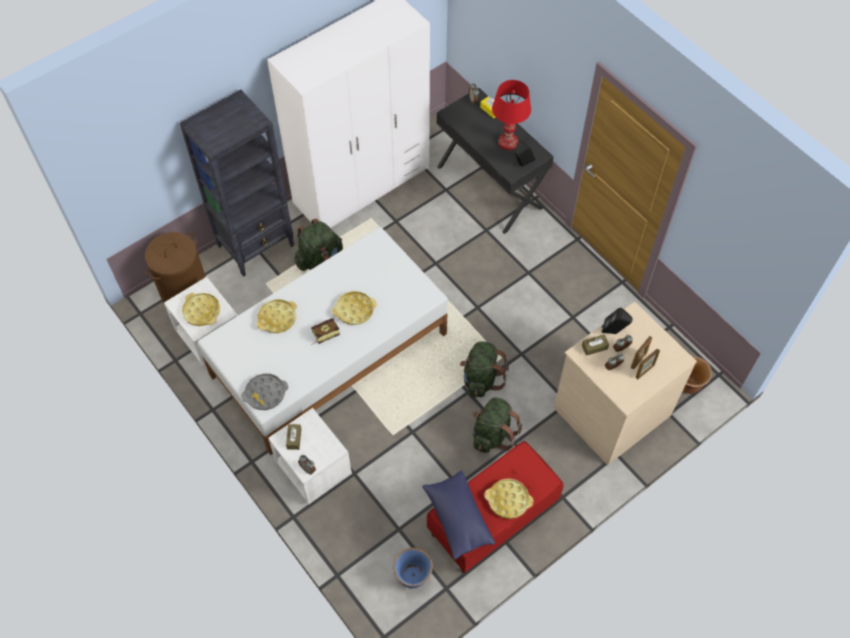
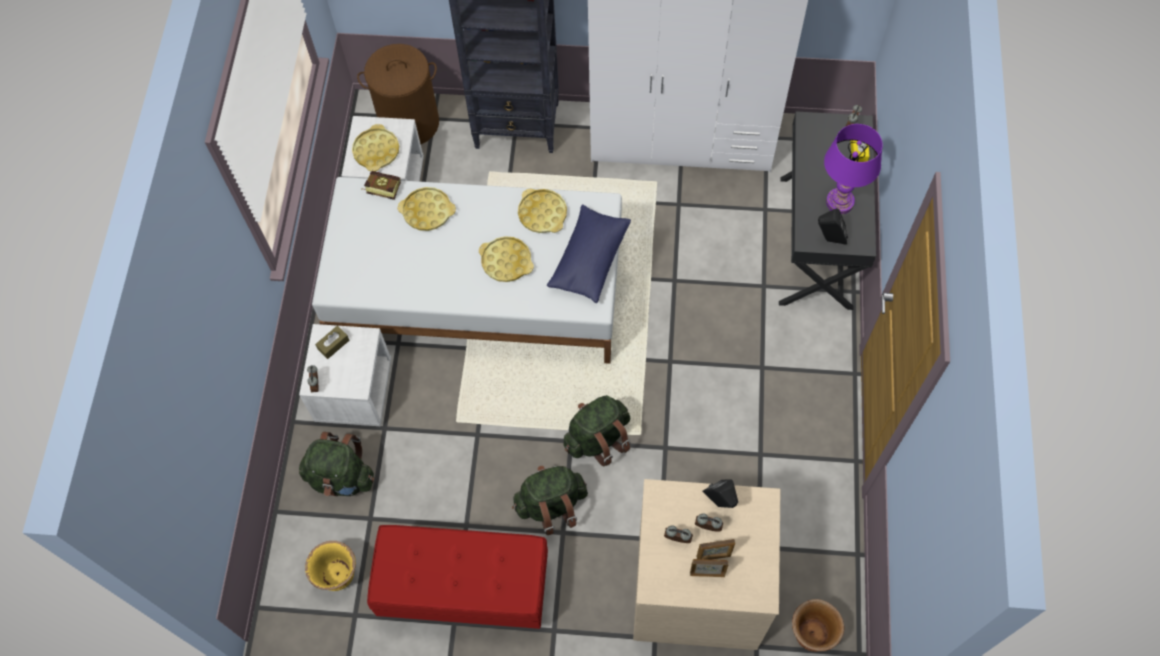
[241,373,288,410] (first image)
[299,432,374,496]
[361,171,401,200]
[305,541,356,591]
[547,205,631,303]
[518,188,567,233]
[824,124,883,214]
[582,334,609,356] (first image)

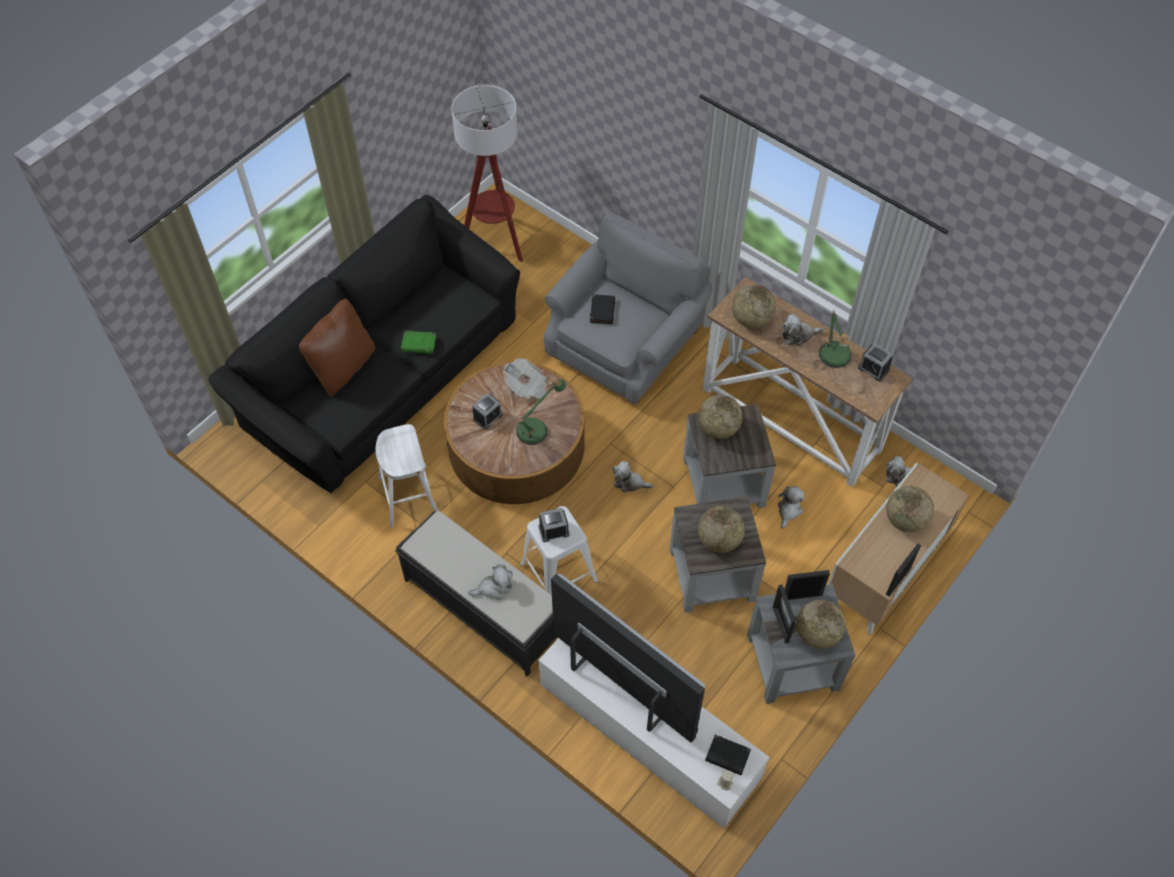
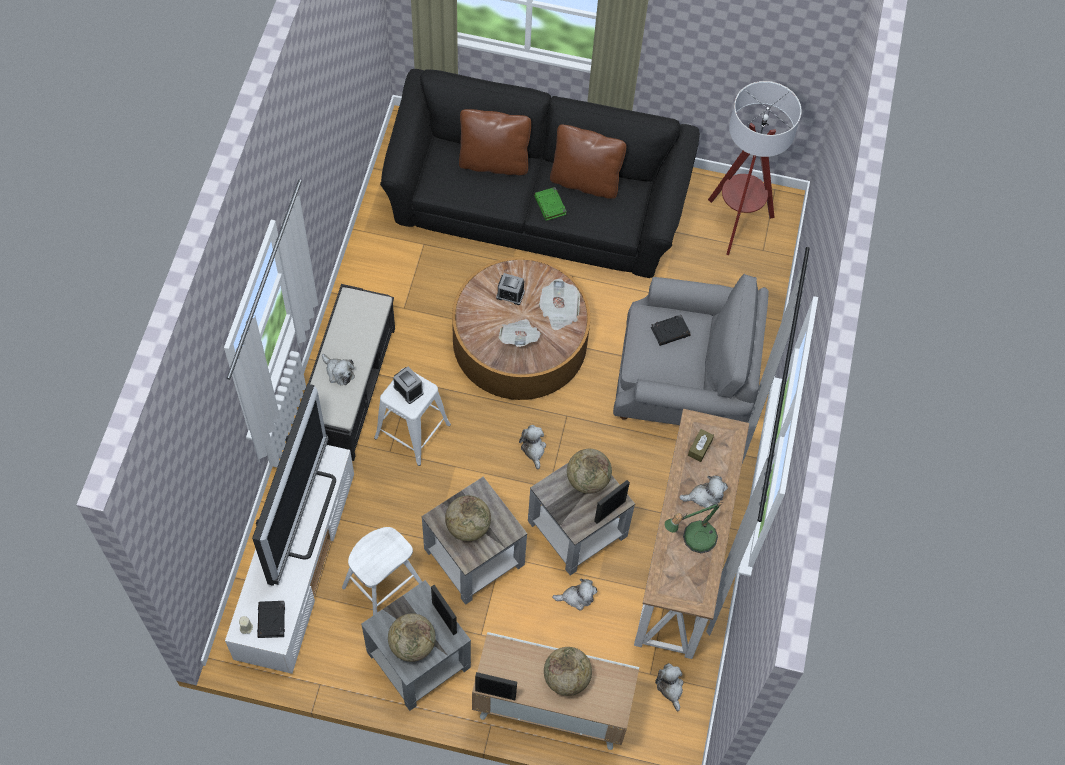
[342,527,422,615]
[498,319,541,347]
[688,429,714,462]
[594,480,630,524]
[679,475,728,510]
[858,343,893,381] (first image)
[550,125,626,199]

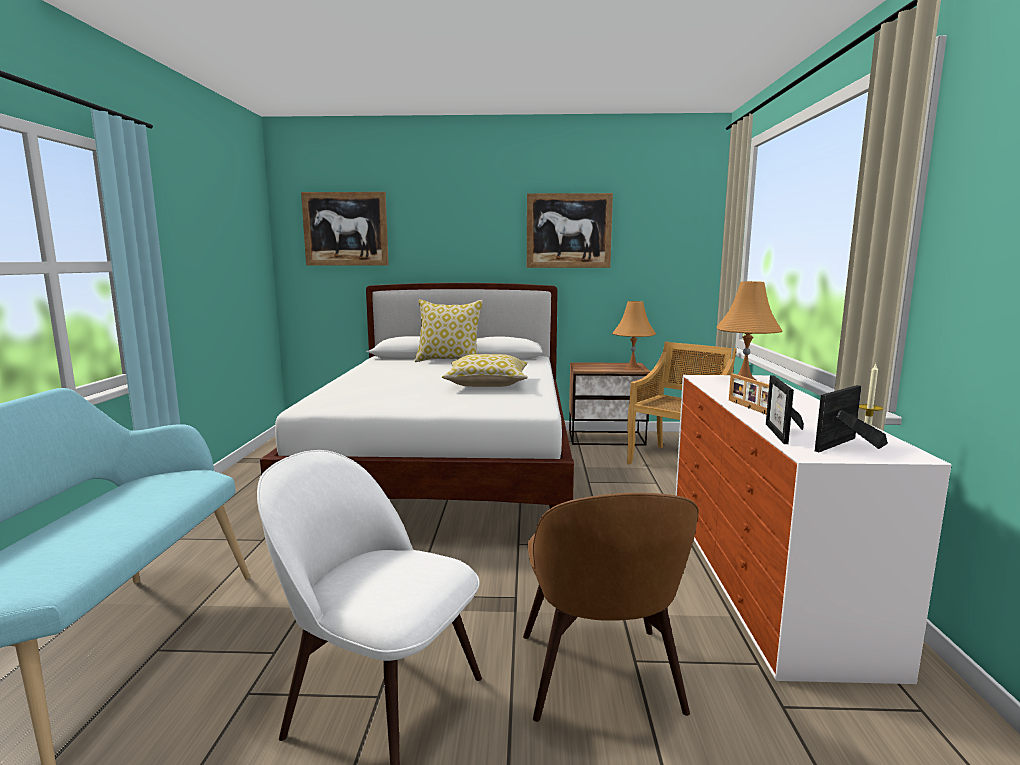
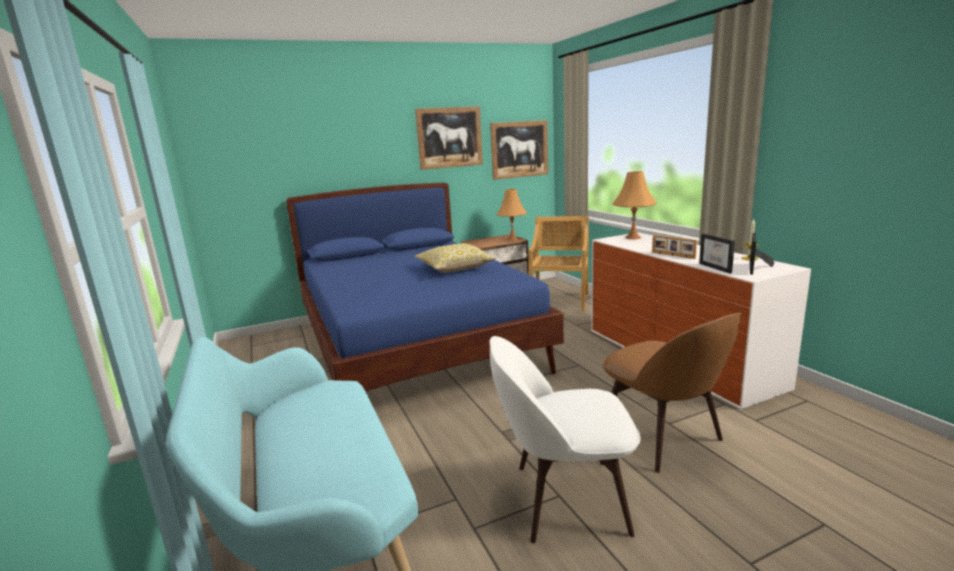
[286,183,564,391]
[490,120,548,180]
[415,299,483,362] (first image)

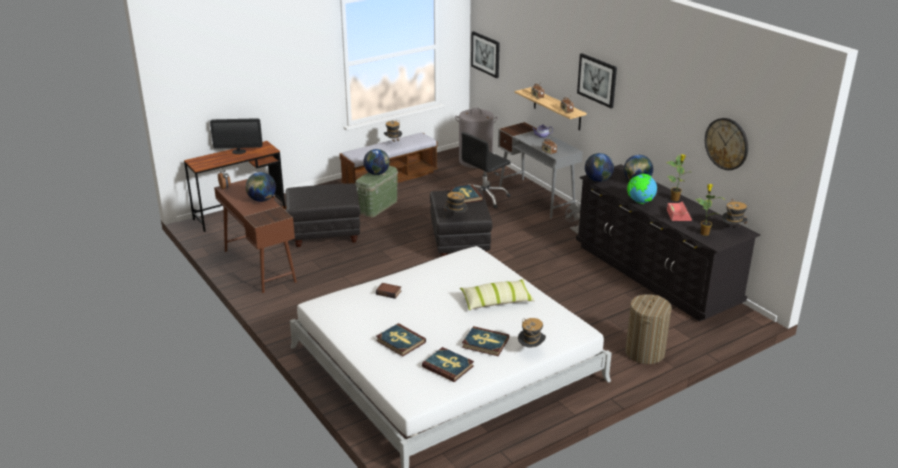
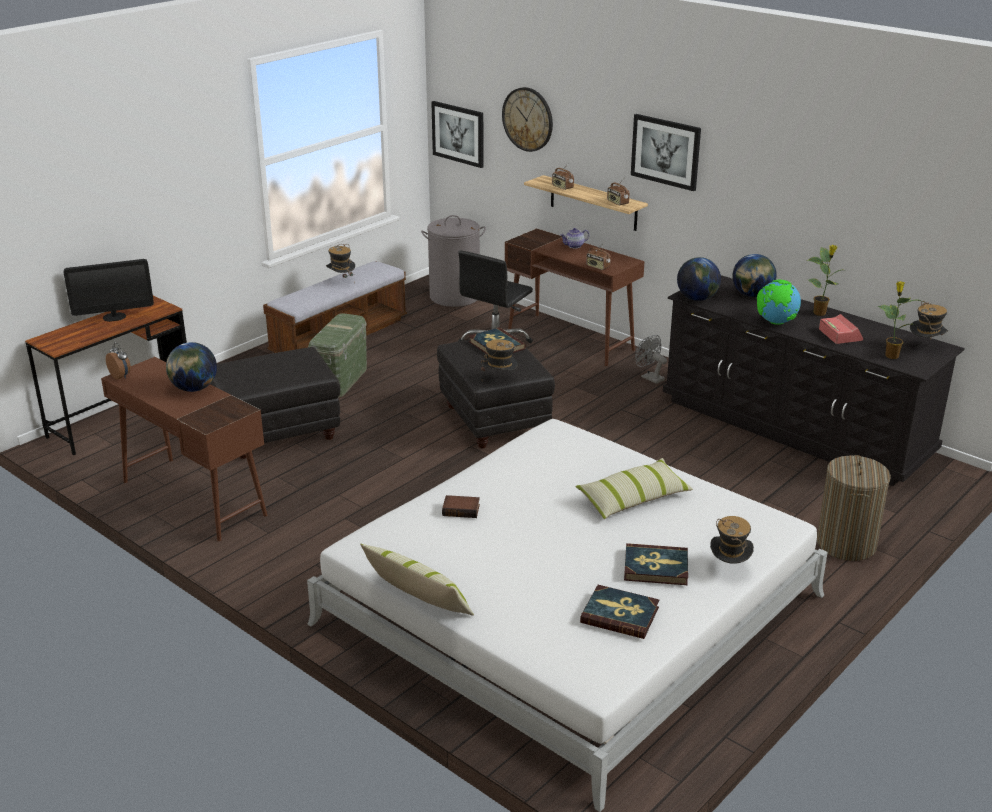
[363,149,390,175] (first image)
[376,323,426,356] (first image)
[505,228,645,366]
[502,87,553,152]
[360,544,474,616]

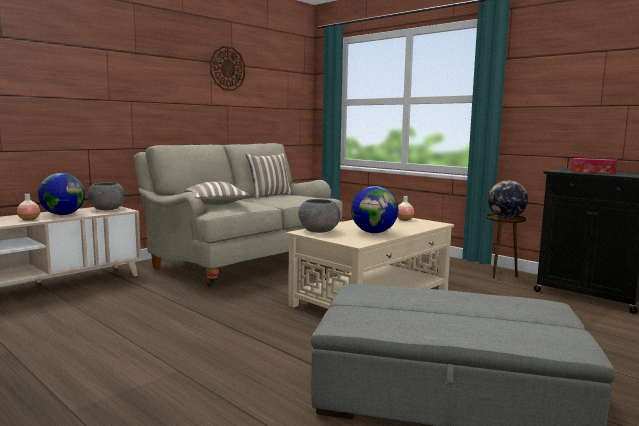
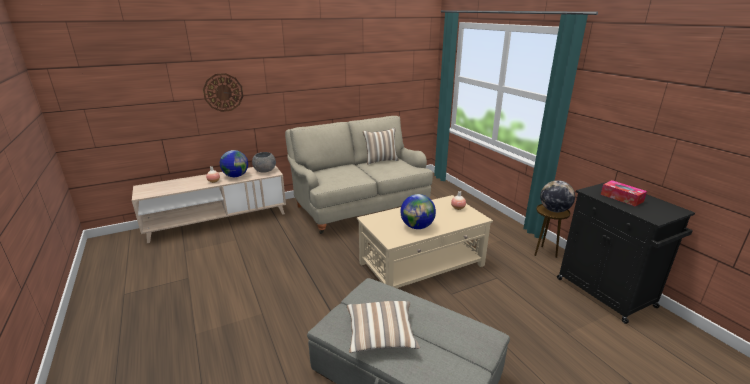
[347,301,420,353]
[203,73,243,112]
[298,199,340,233] (first image)

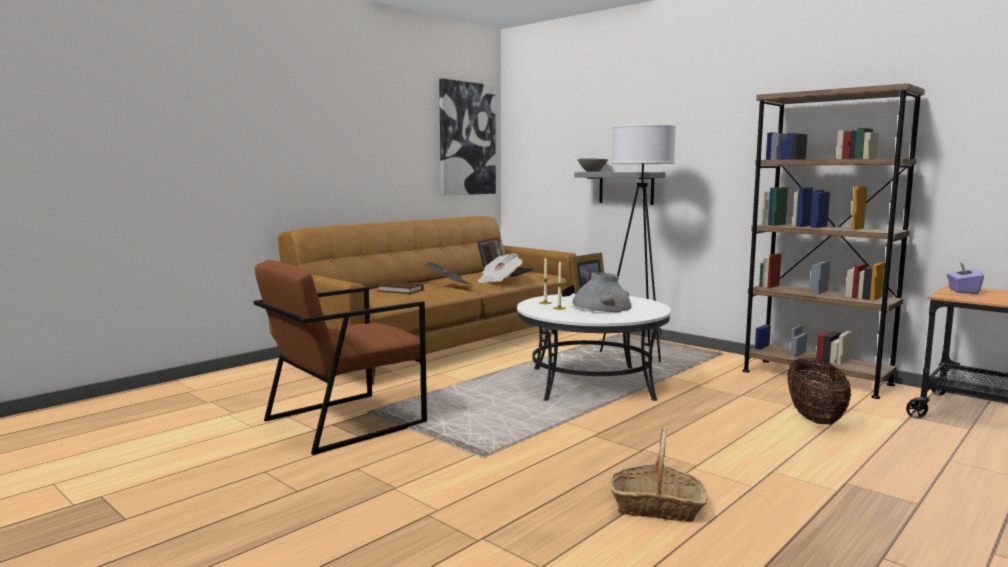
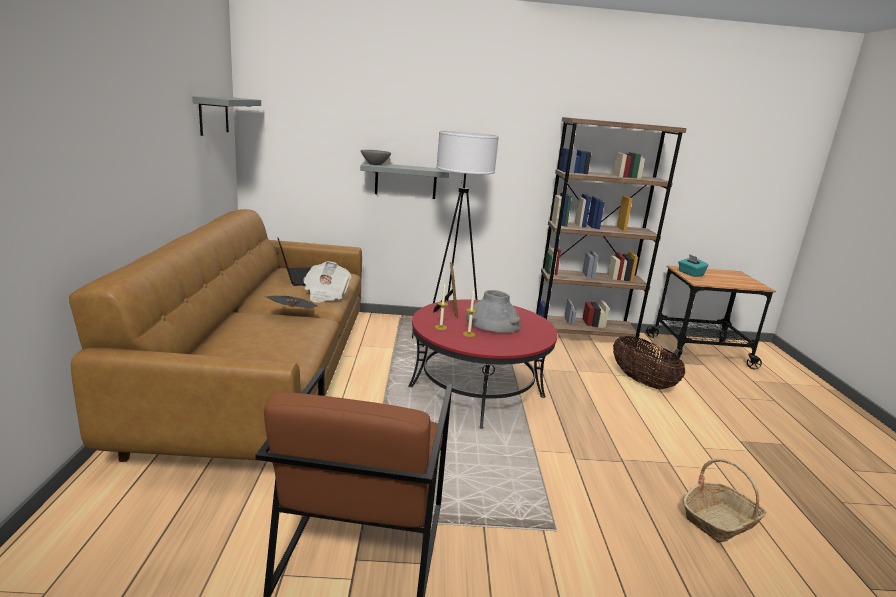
[377,282,424,294] (first image)
[192,96,261,136]
[408,299,558,429]
[678,254,709,277]

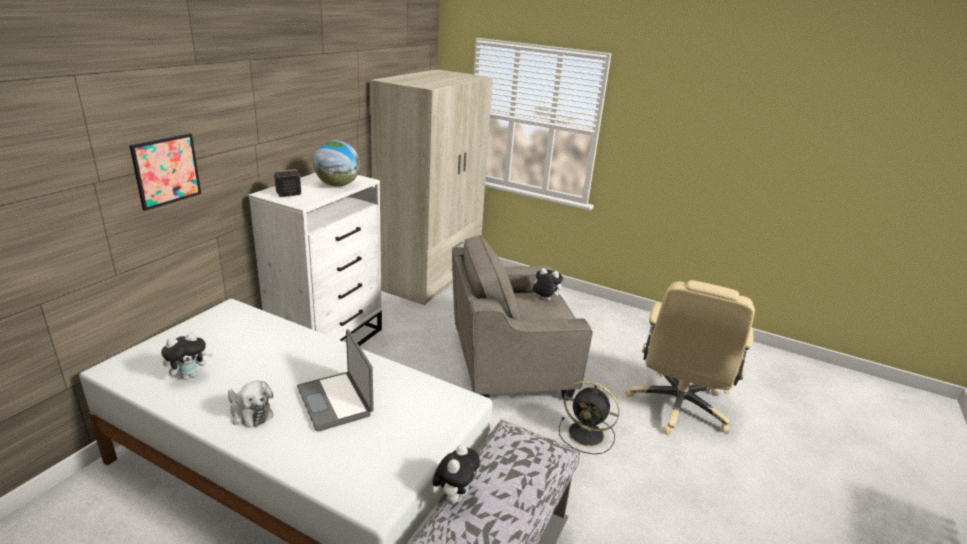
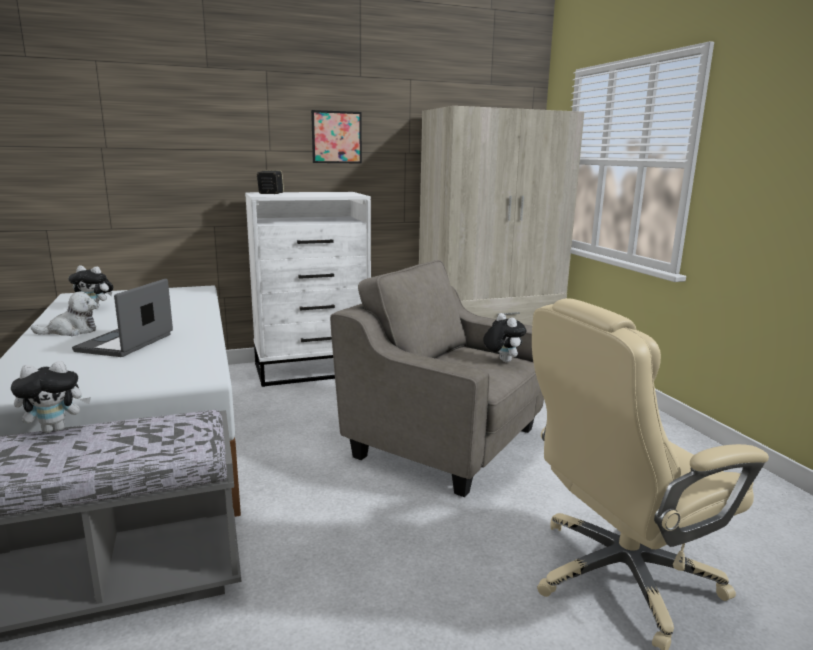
[311,110,362,164]
[31,292,97,336]
[313,140,360,187] (first image)
[559,381,620,454] (first image)

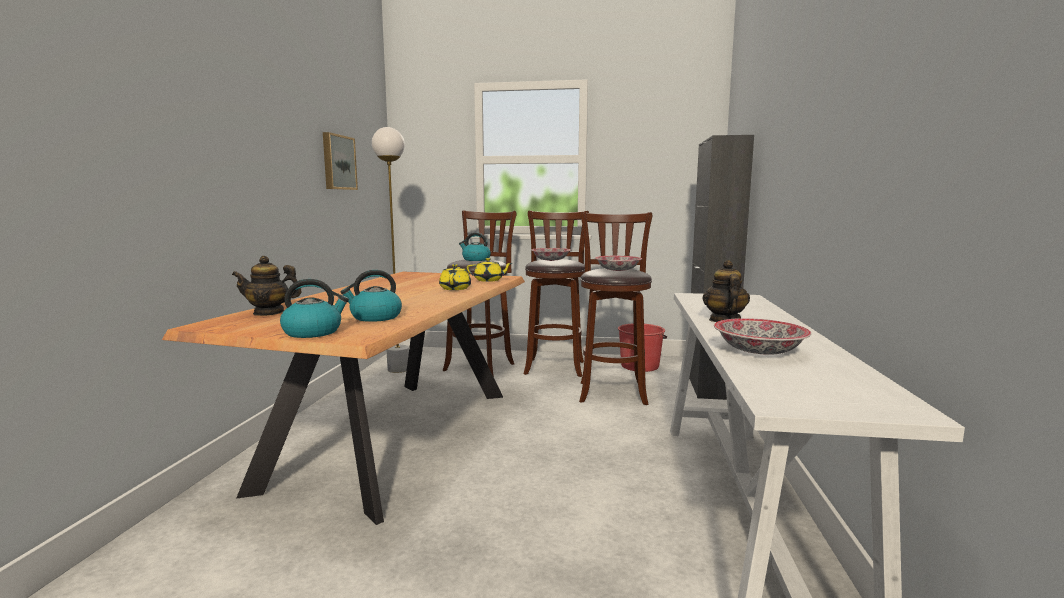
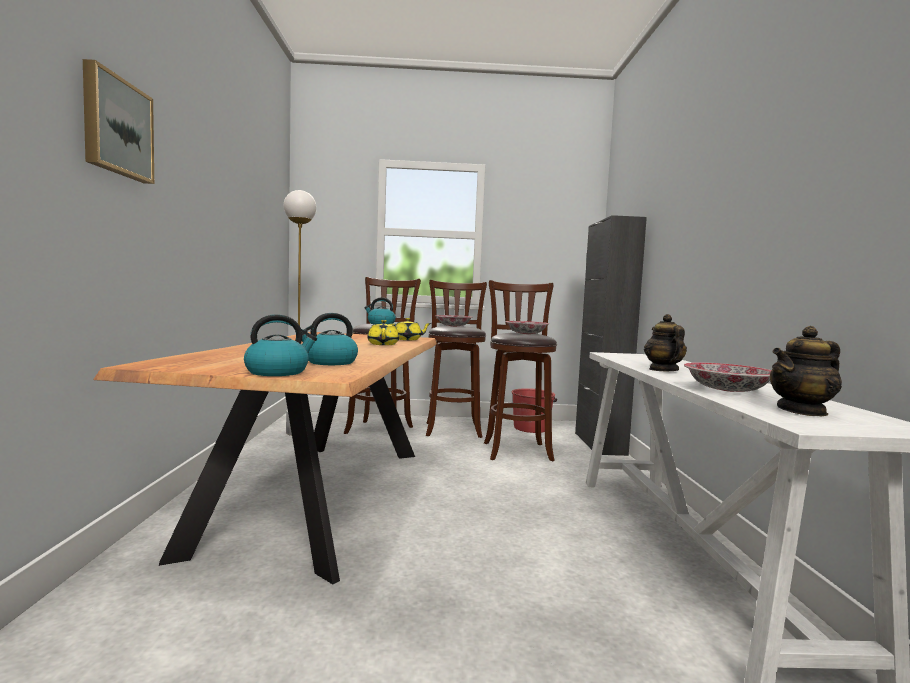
[770,326,842,416]
[83,59,154,184]

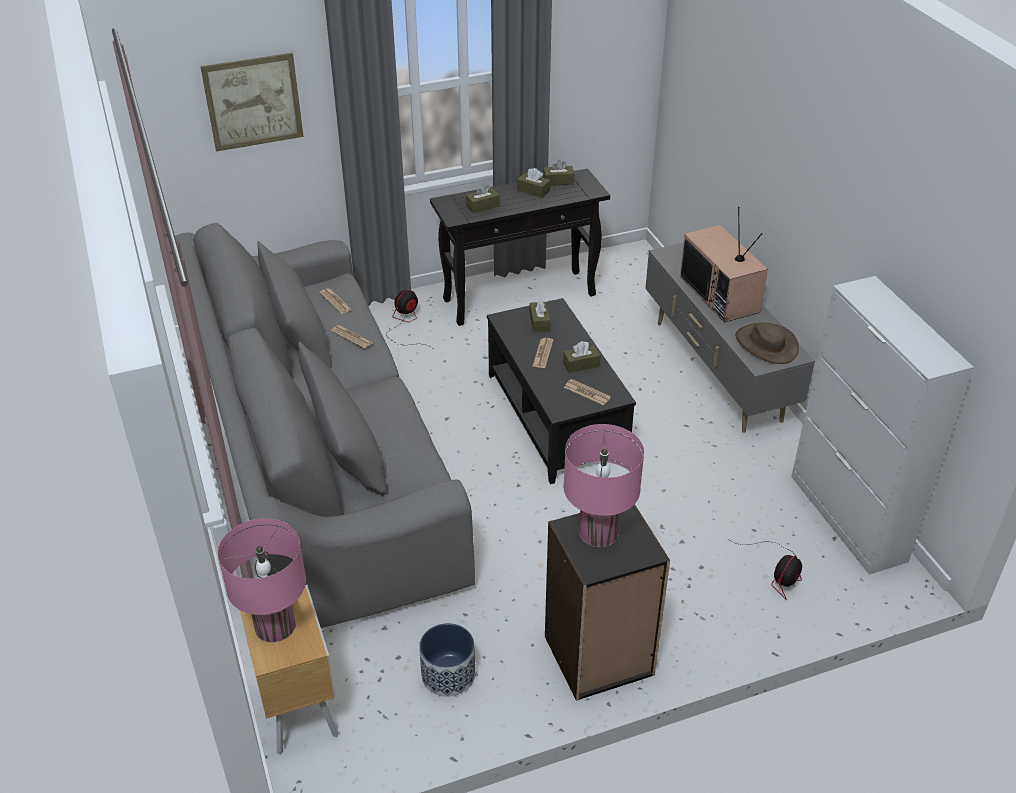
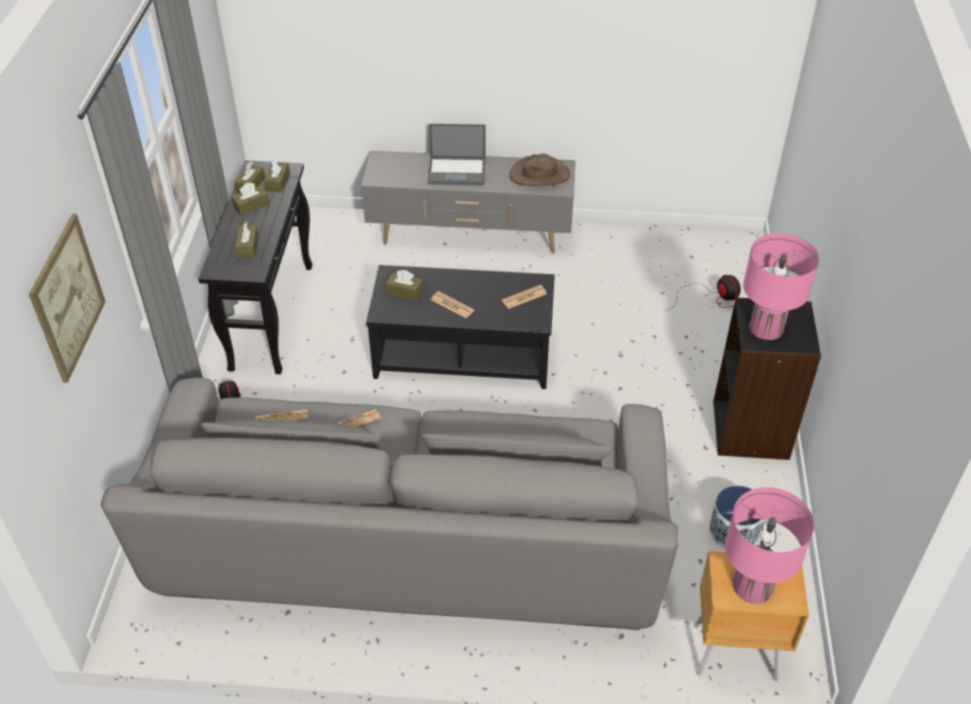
[264,160,290,193]
[428,124,485,185]
[791,276,974,575] (first image)

